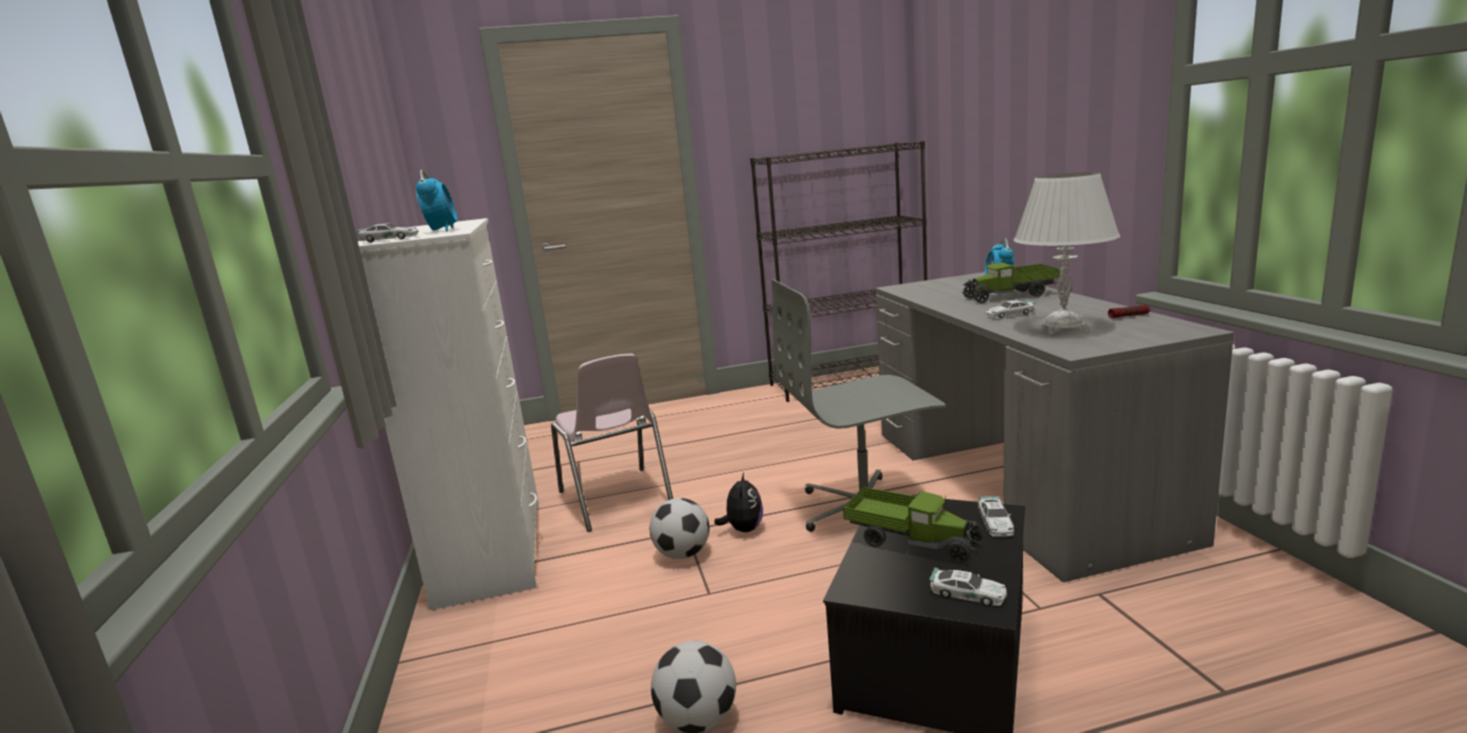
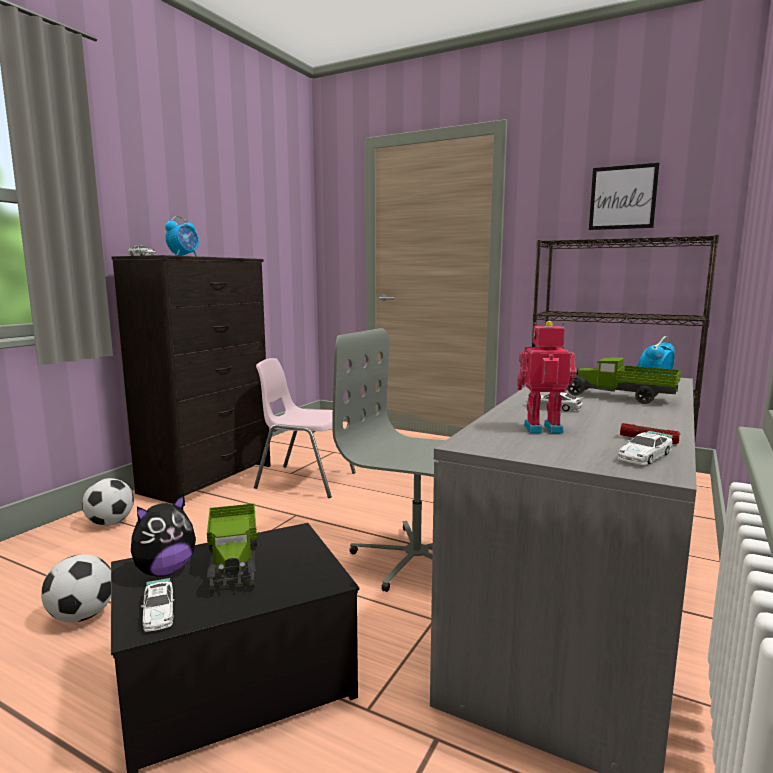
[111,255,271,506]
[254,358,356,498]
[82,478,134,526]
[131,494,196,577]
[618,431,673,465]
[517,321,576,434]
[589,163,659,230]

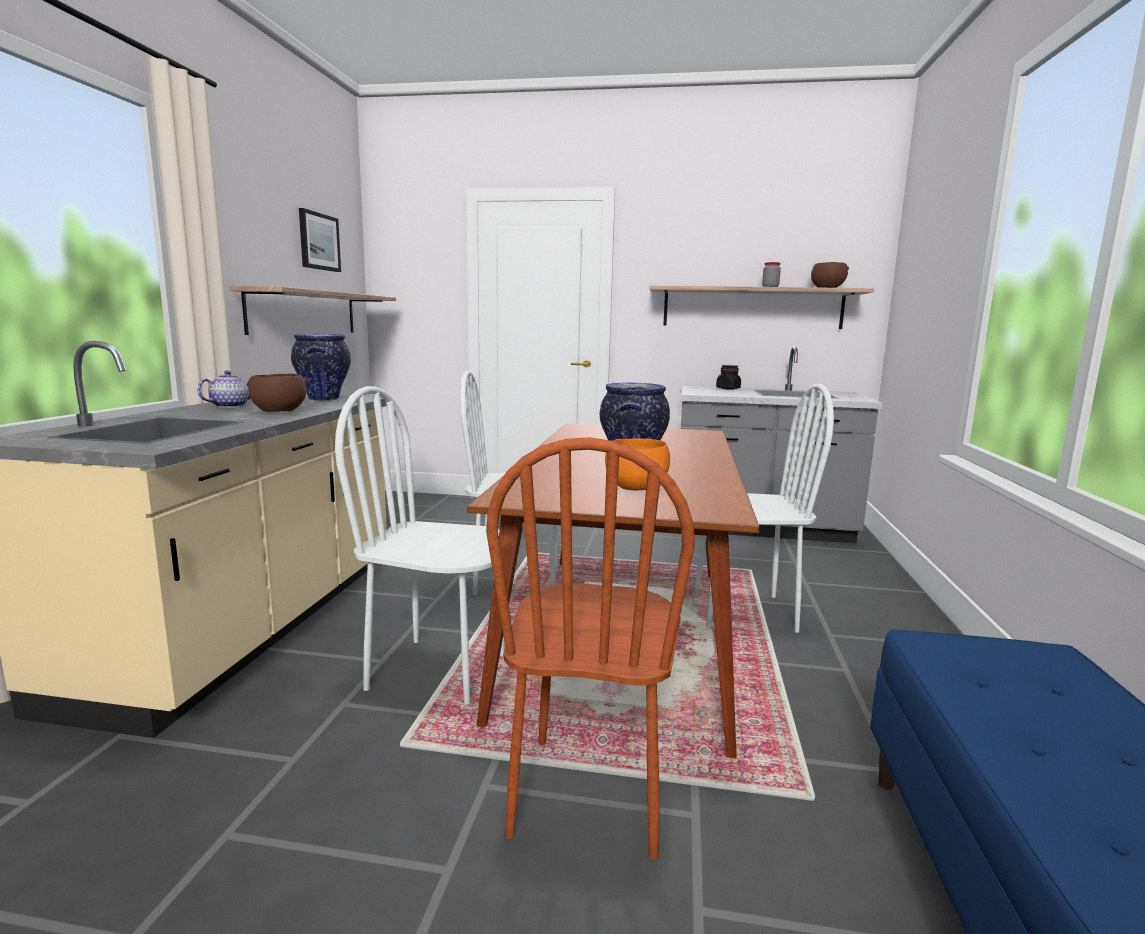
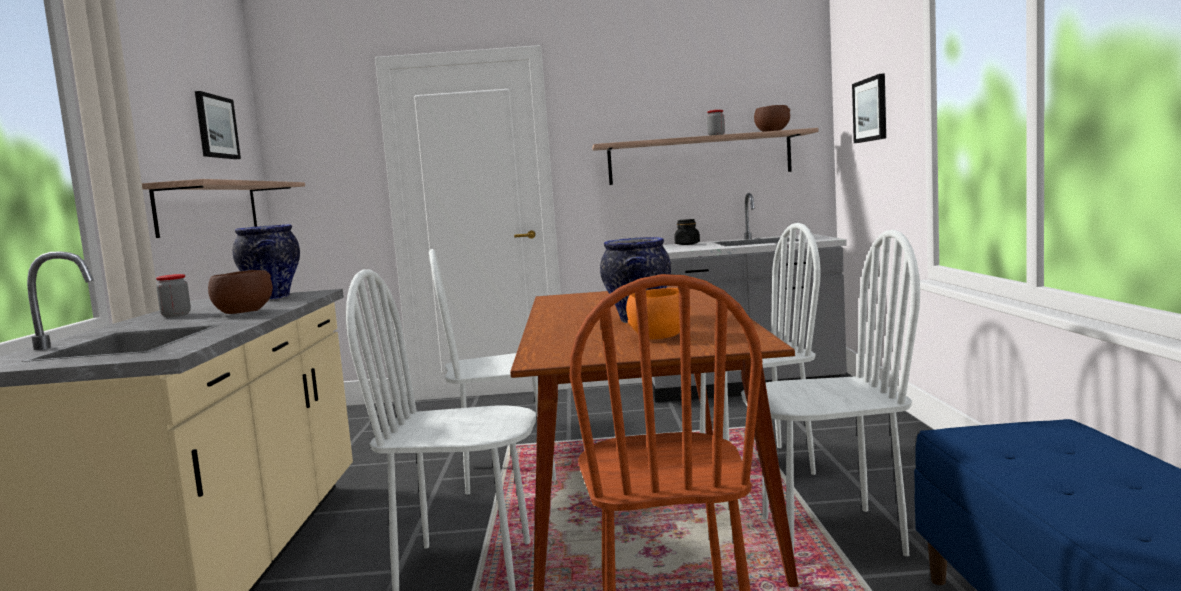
[156,274,191,317]
[741,230,920,556]
[852,73,886,143]

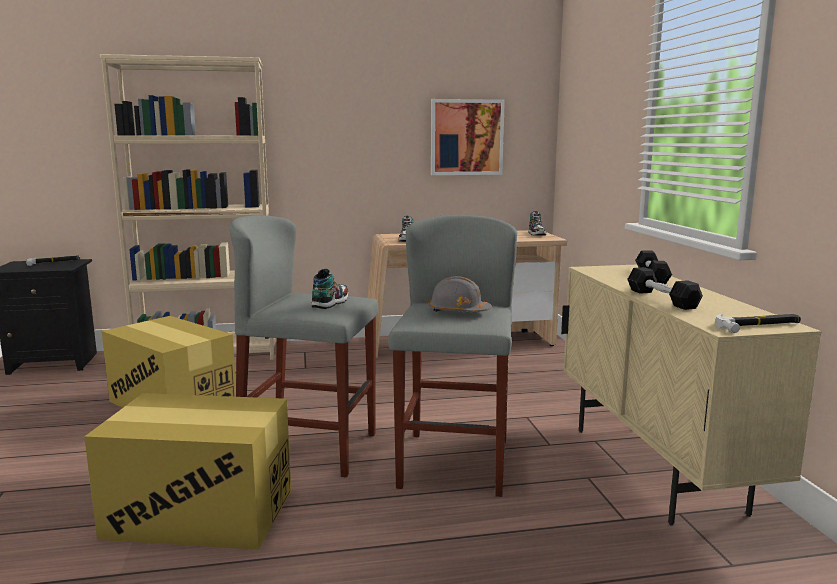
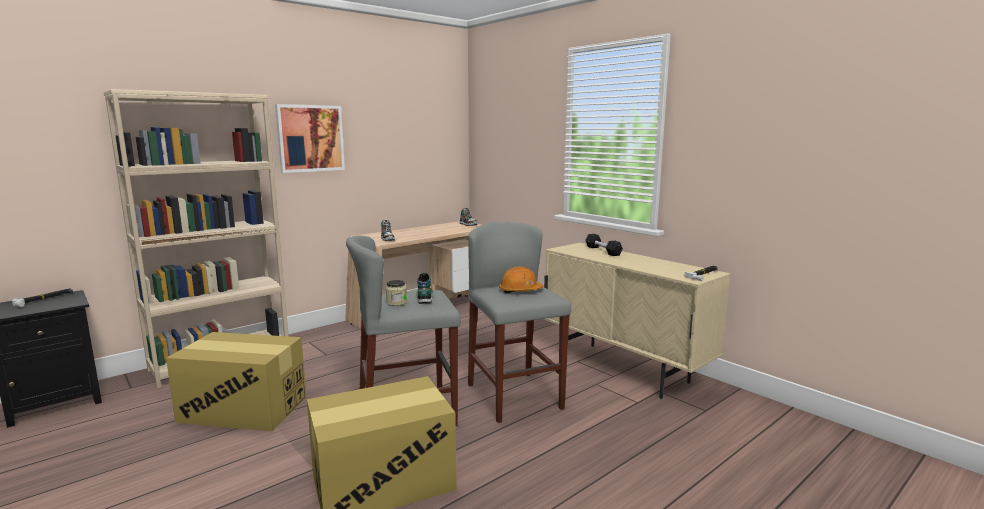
[499,266,543,293]
[275,104,345,173]
[627,267,703,310] (first image)
[386,280,407,306]

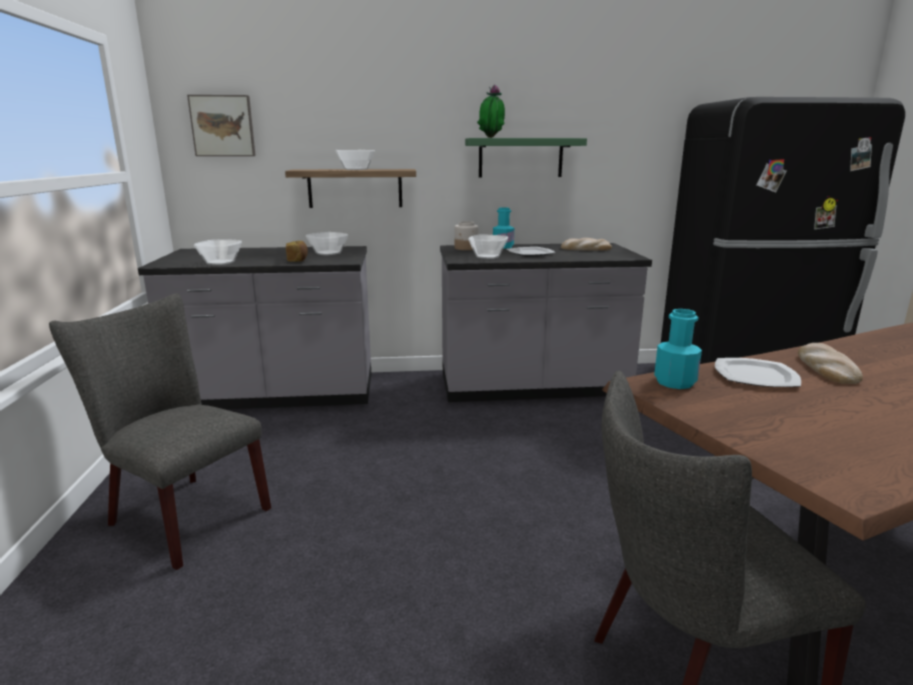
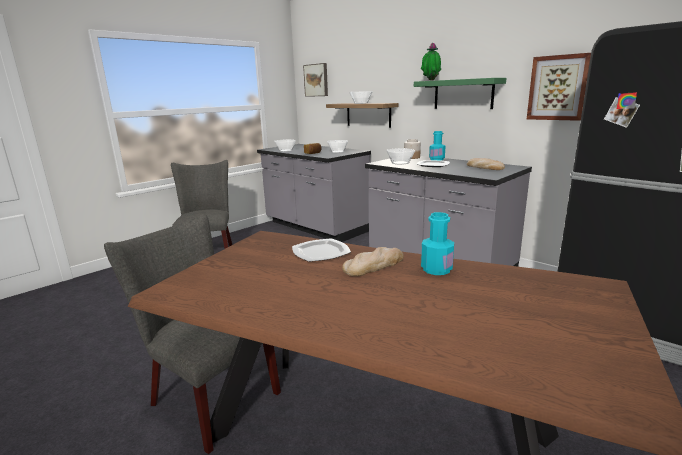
[421,212,454,275]
[527,53,591,121]

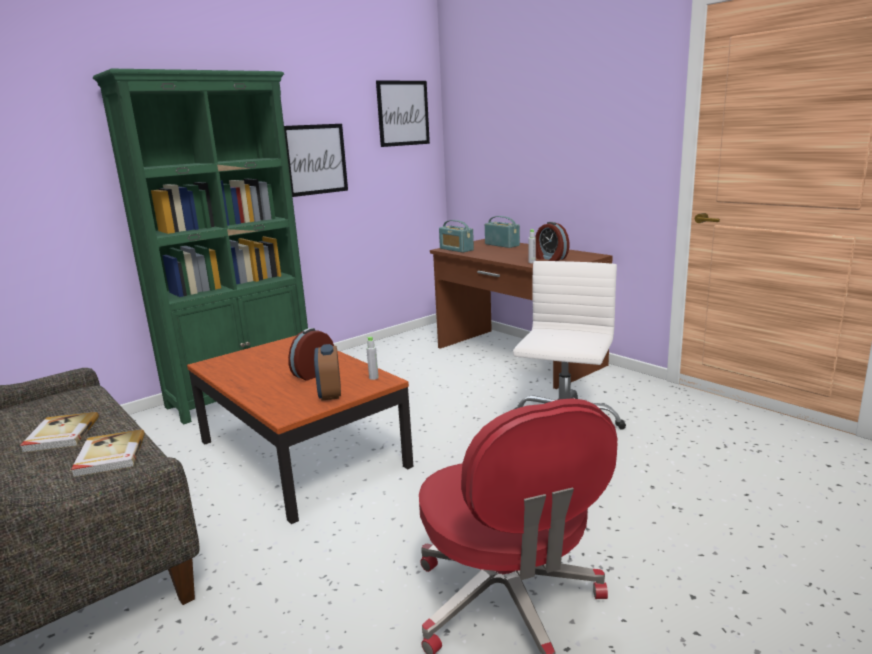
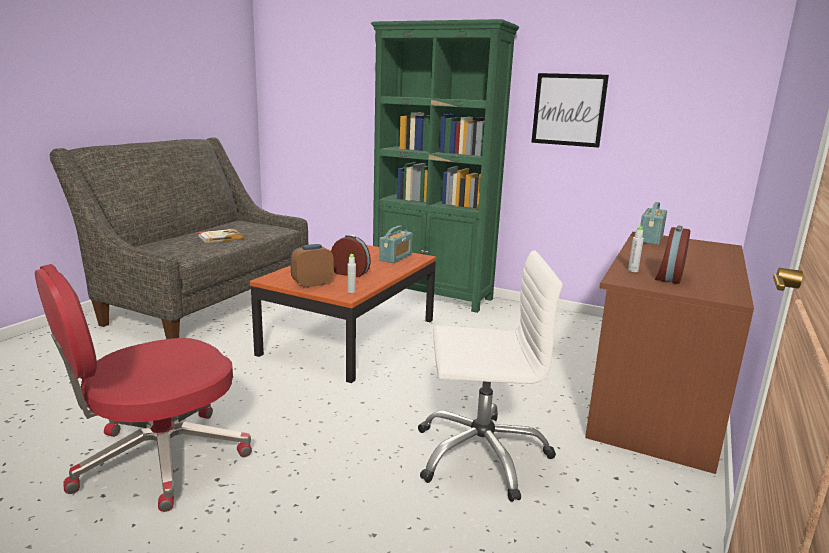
[71,429,145,477] (first image)
[376,80,430,147] (first image)
[379,226,412,263]

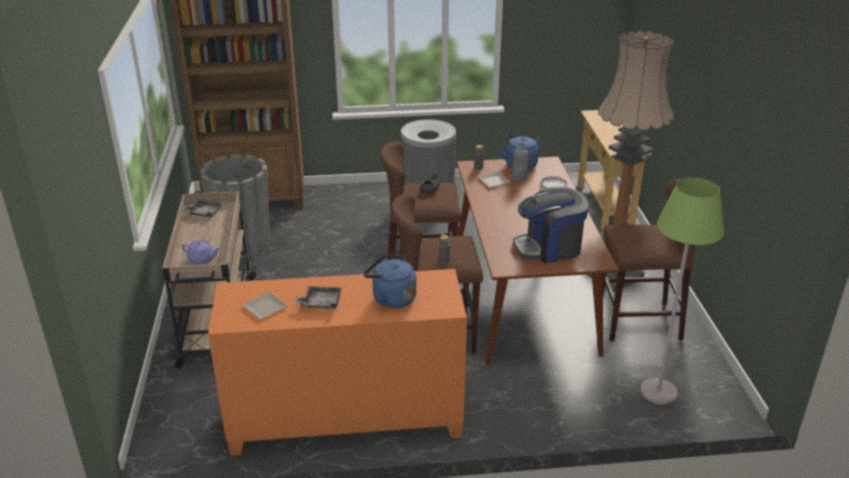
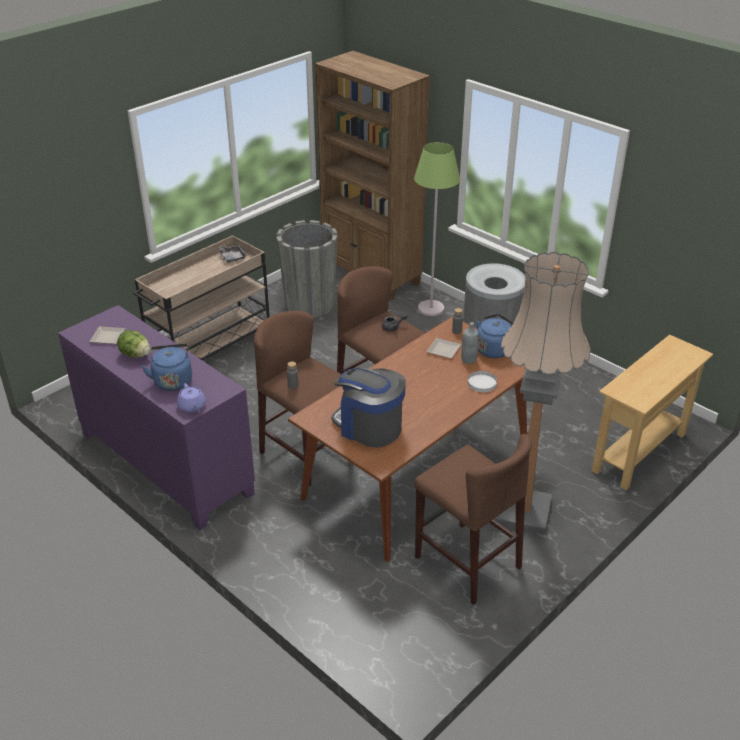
[177,383,206,413]
[58,305,255,530]
[117,330,151,358]
[414,142,460,316]

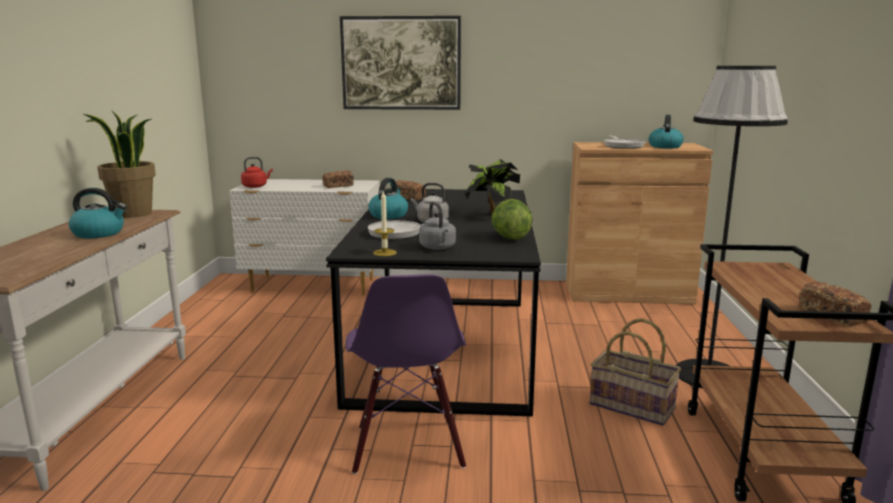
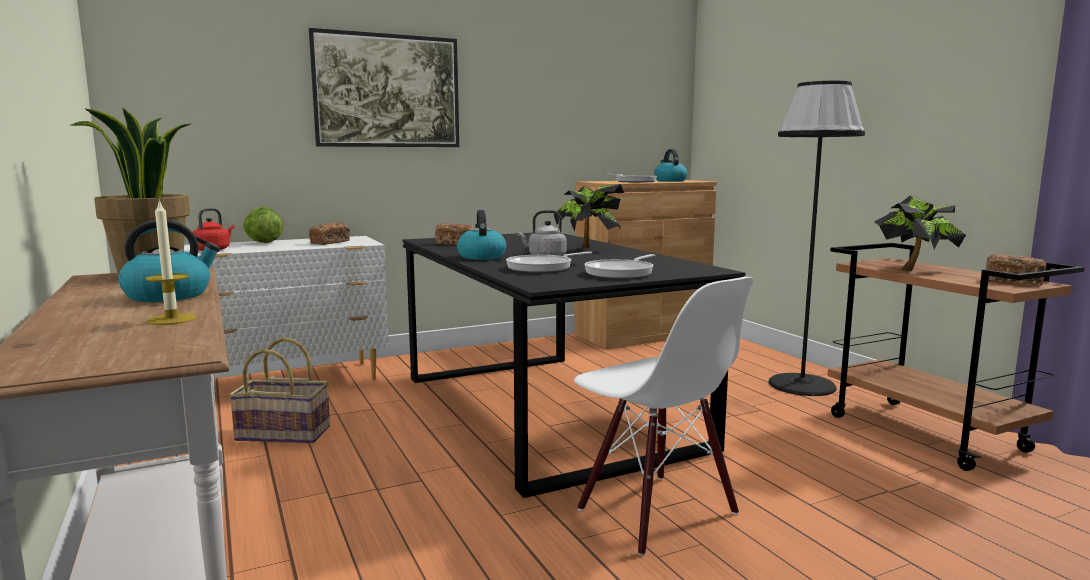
[574,277,754,556]
[146,200,196,325]
[584,254,655,279]
[243,207,283,243]
[229,337,330,443]
[874,195,966,271]

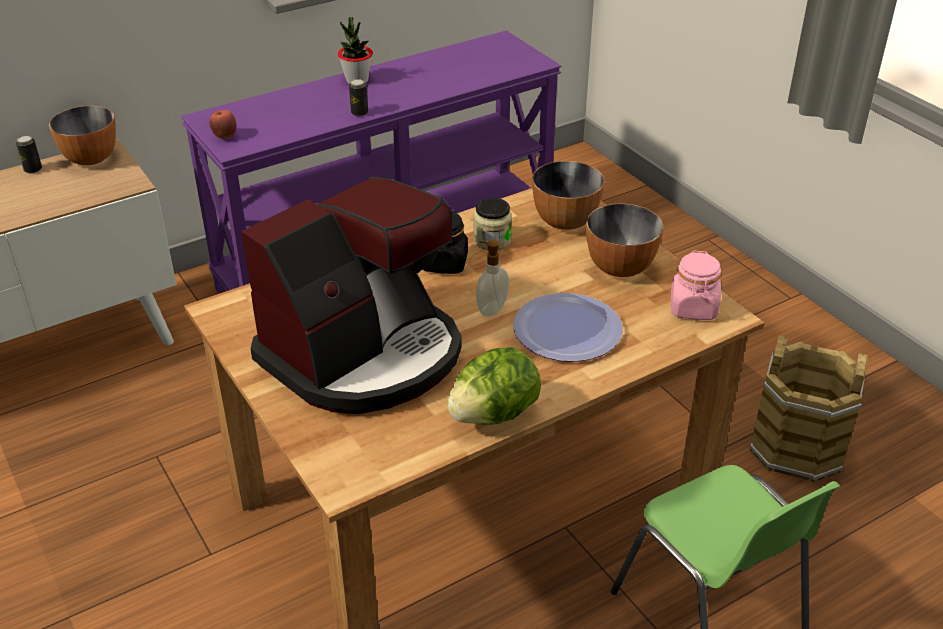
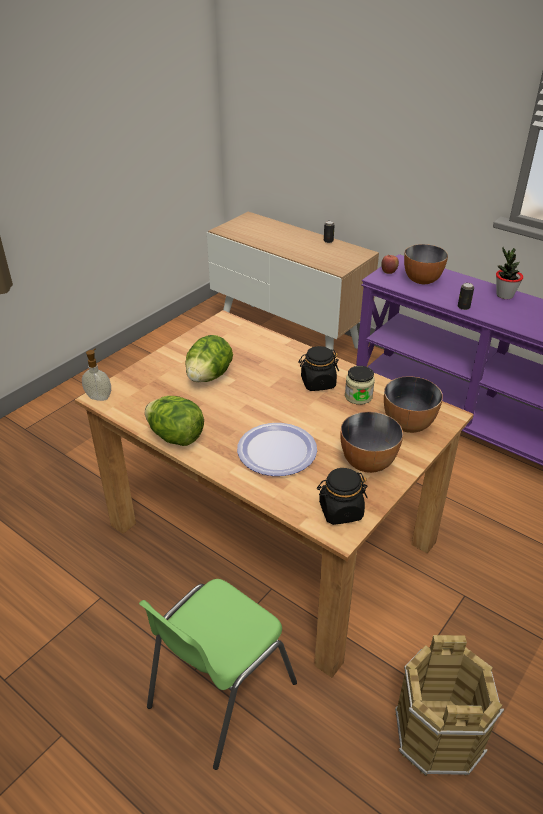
[404,244,448,284]
[185,335,233,382]
[82,349,111,401]
[317,468,368,525]

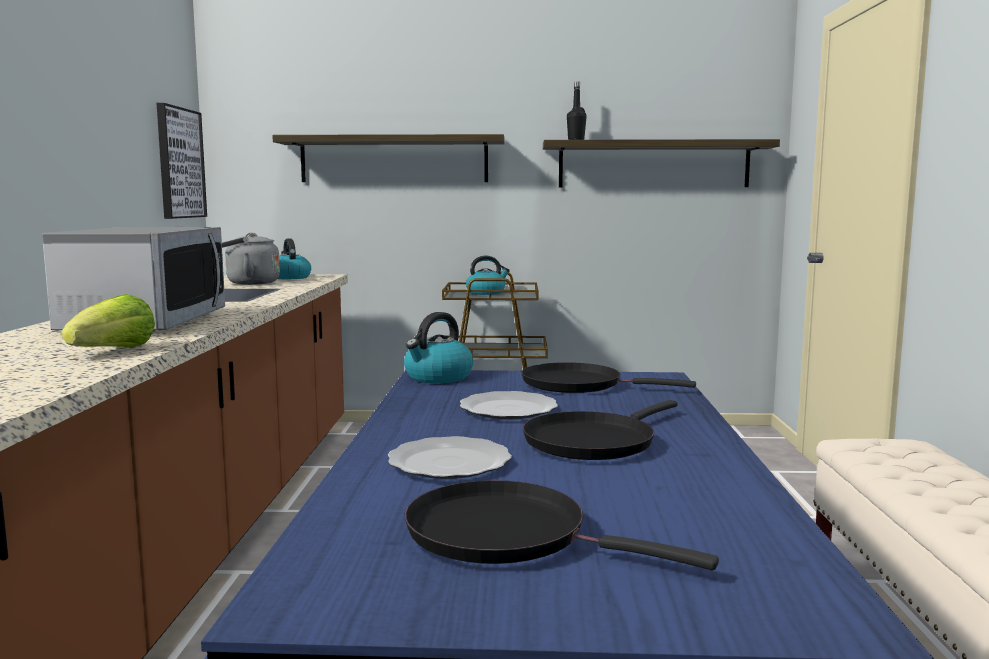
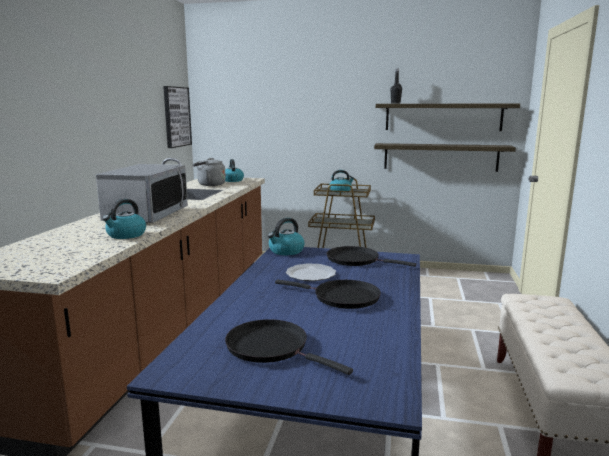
[102,199,146,239]
[374,143,516,172]
[388,436,512,479] (first image)
[275,280,381,309]

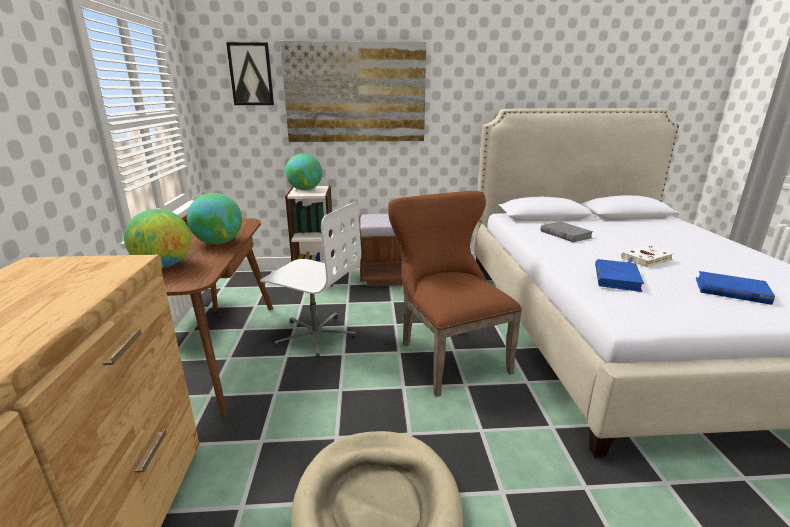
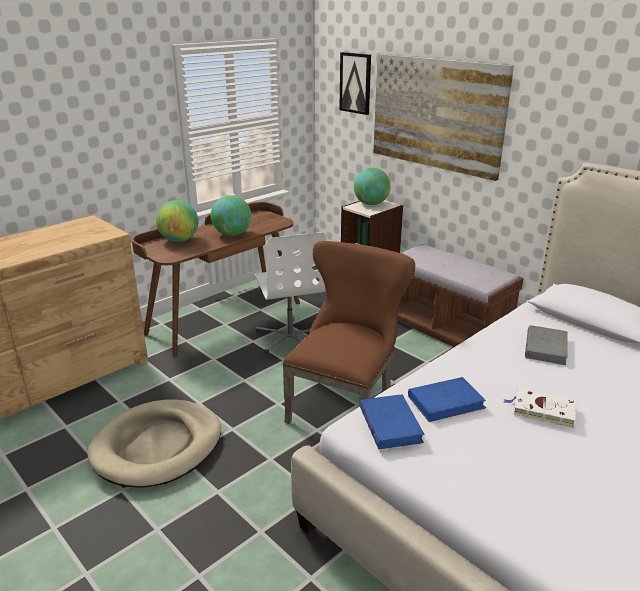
[359,394,425,449]

